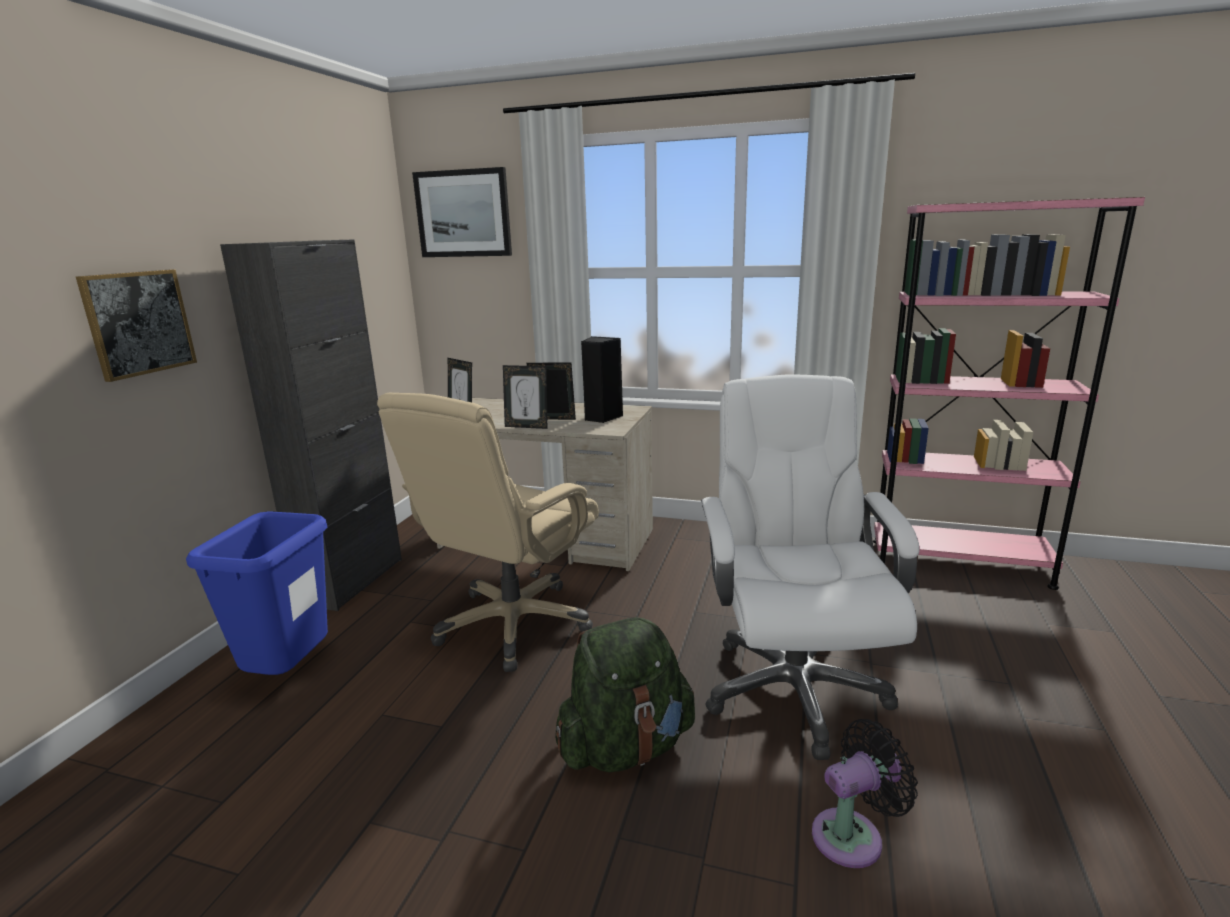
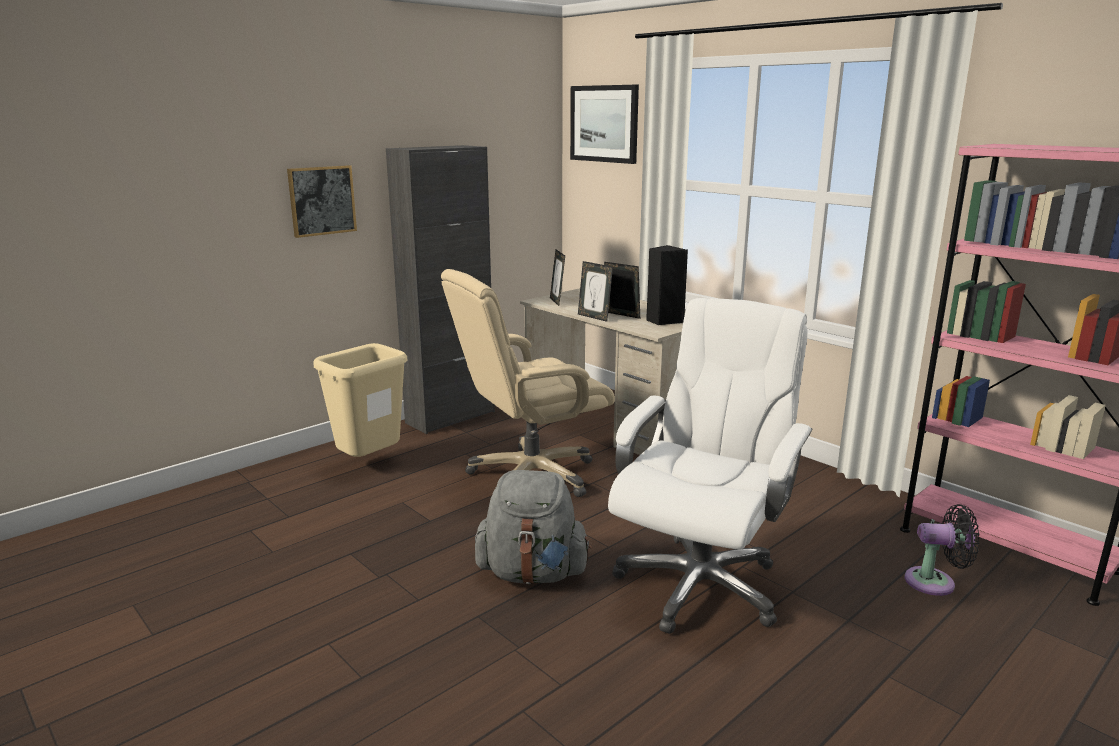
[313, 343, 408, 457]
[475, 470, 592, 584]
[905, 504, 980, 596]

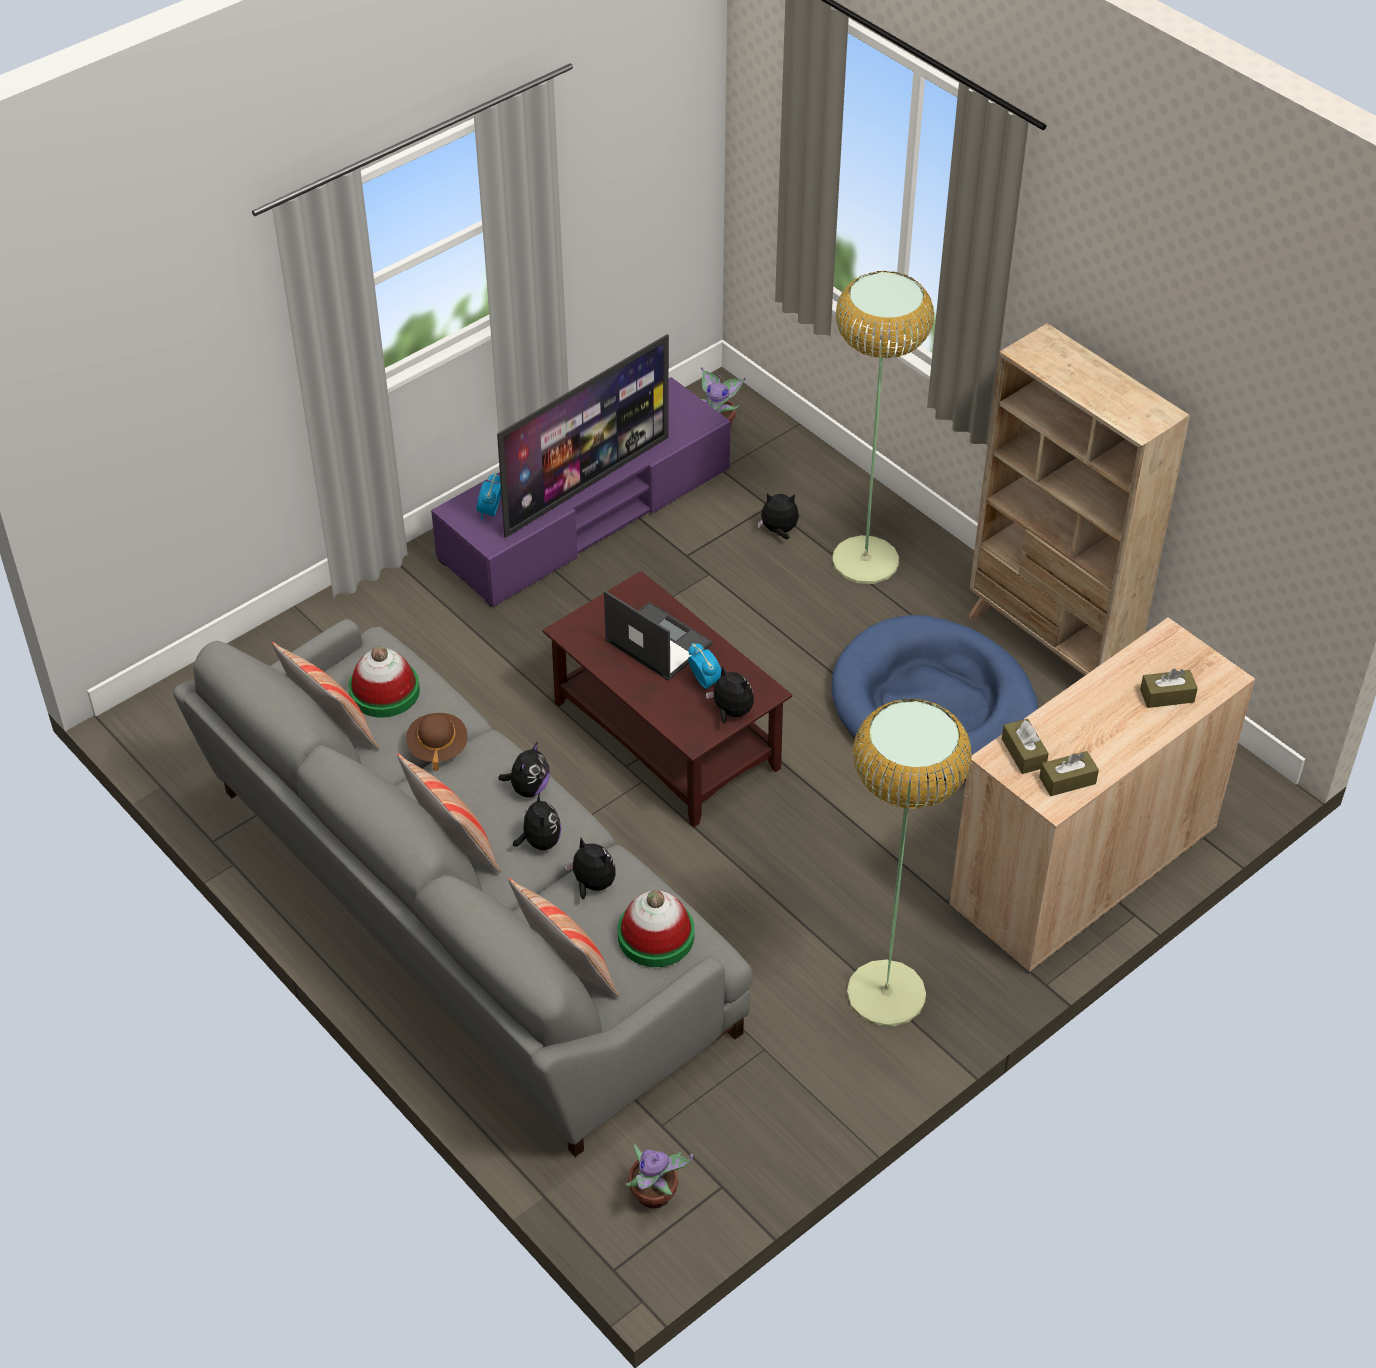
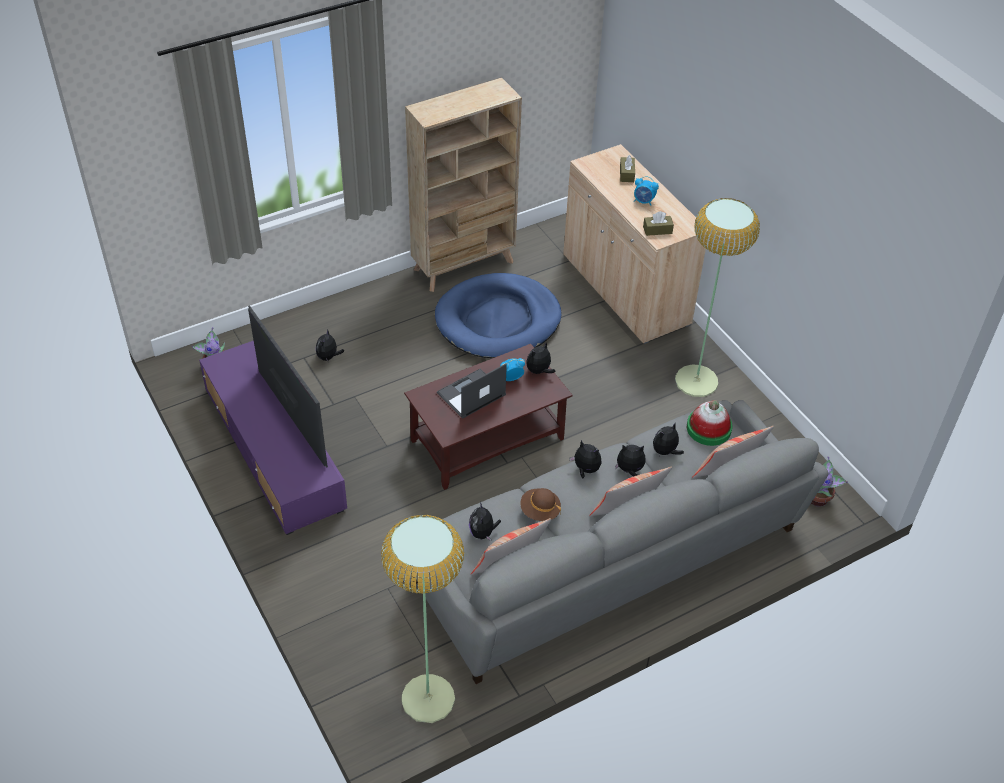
[381, 515, 464, 723]
[469, 502, 501, 541]
[634, 176, 659, 206]
[1039, 751, 1099, 796] (first image)

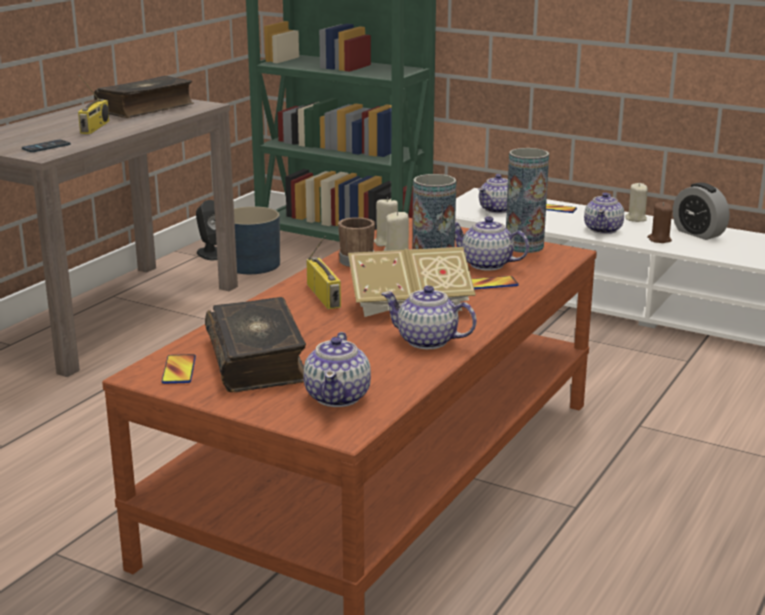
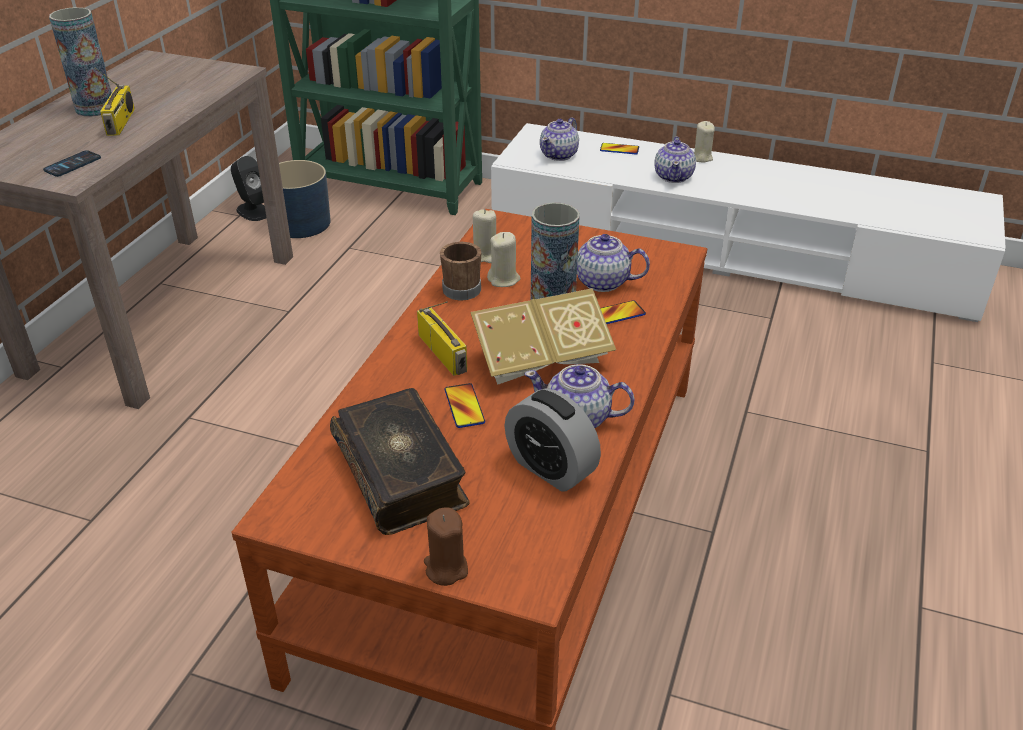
[49, 7, 112, 117]
[424, 508, 468, 586]
[445, 383, 485, 428]
[505, 389, 601, 492]
[94, 76, 194, 118] (first image)
[303, 332, 371, 407] (first image)

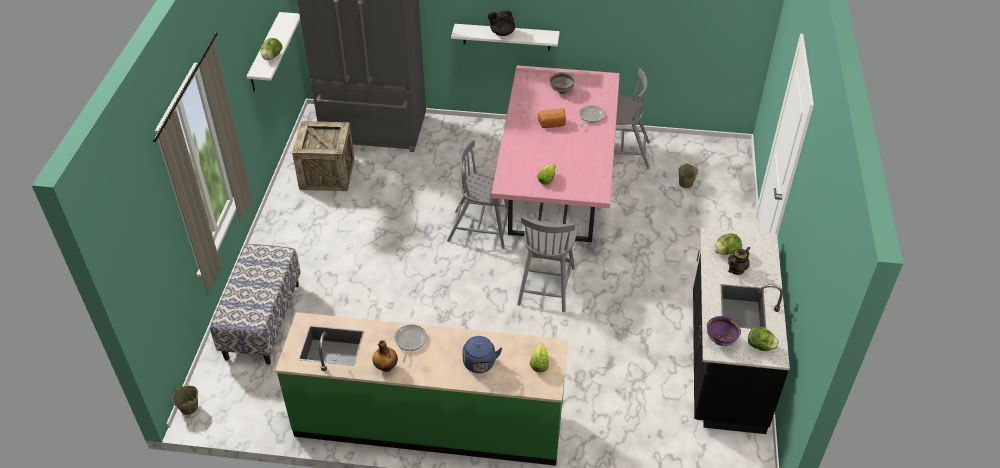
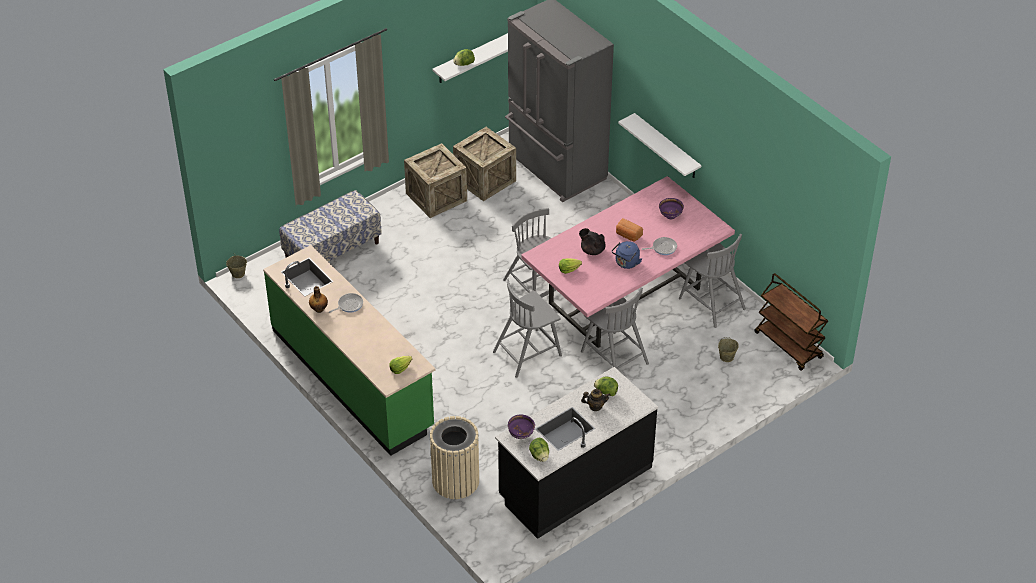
[404, 143, 467, 218]
[430, 416, 479, 499]
[579, 228, 605, 255]
[581, 287, 649, 369]
[612, 241, 642, 269]
[659, 198, 684, 219]
[754, 273, 828, 371]

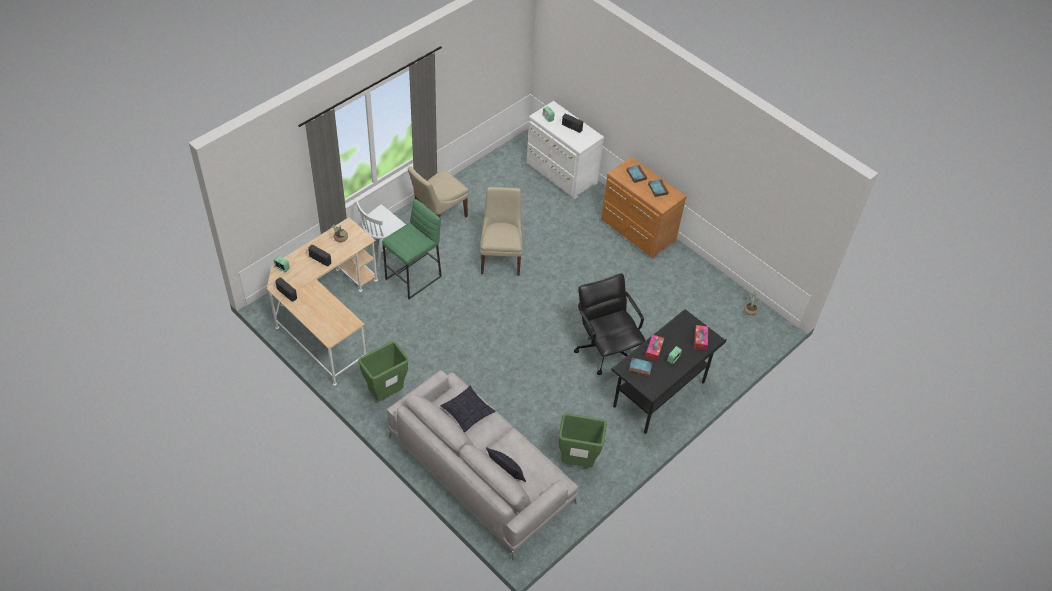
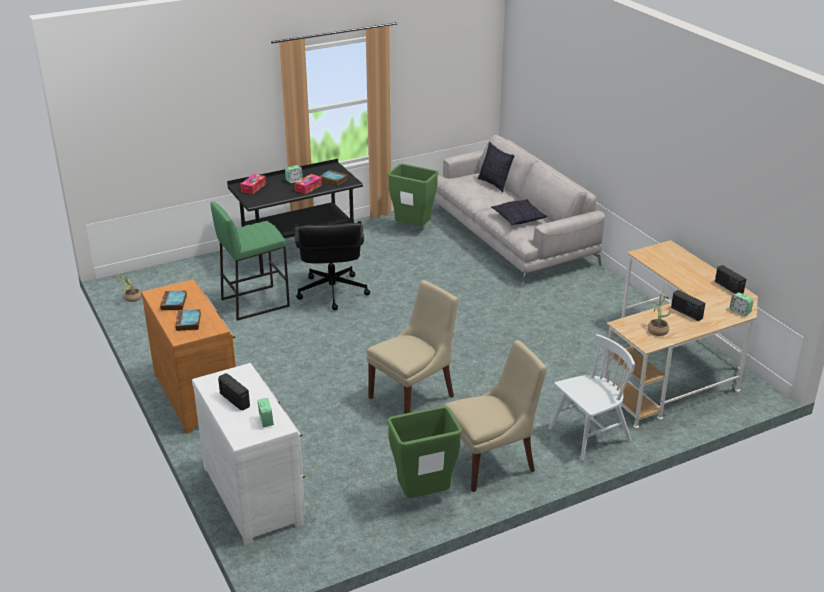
[210, 201, 290, 321]
[367, 280, 458, 414]
[387, 406, 462, 498]

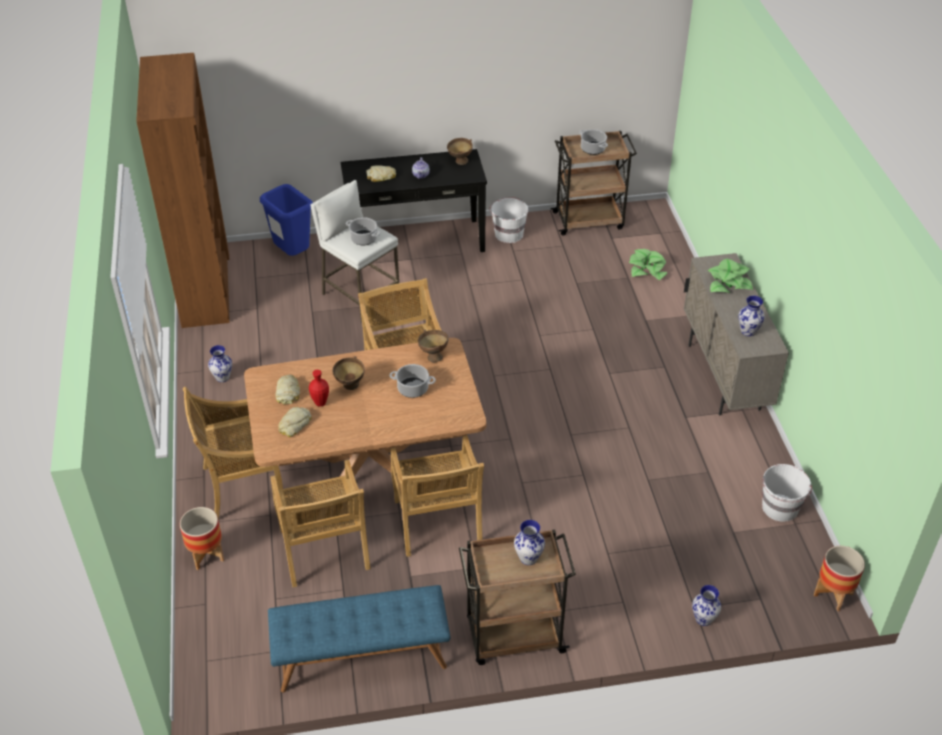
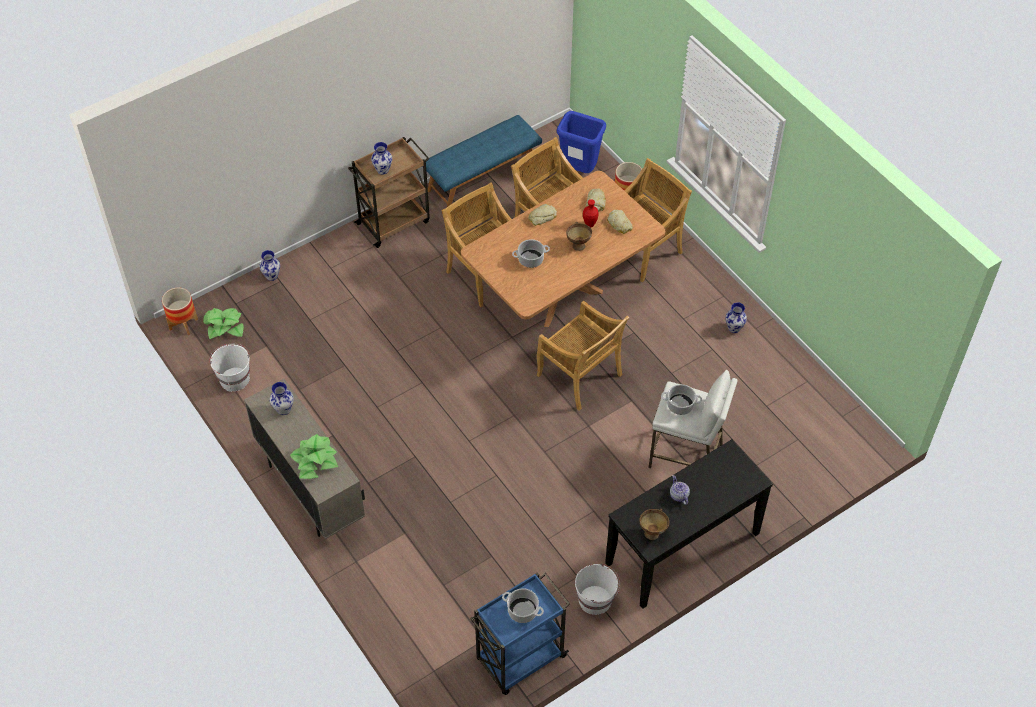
[203, 308, 244, 339]
[470, 573, 570, 695]
[528, 204, 557, 226]
[557, 111, 606, 173]
[136, 53, 230, 328] (first image)
[418, 330, 449, 362] (first image)

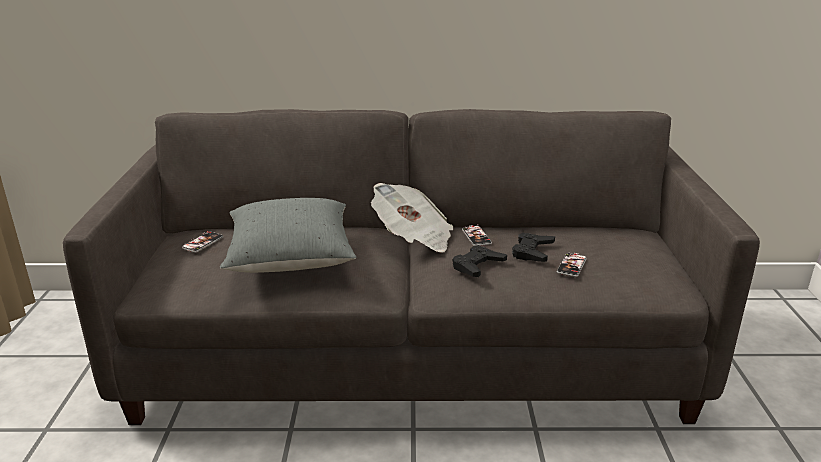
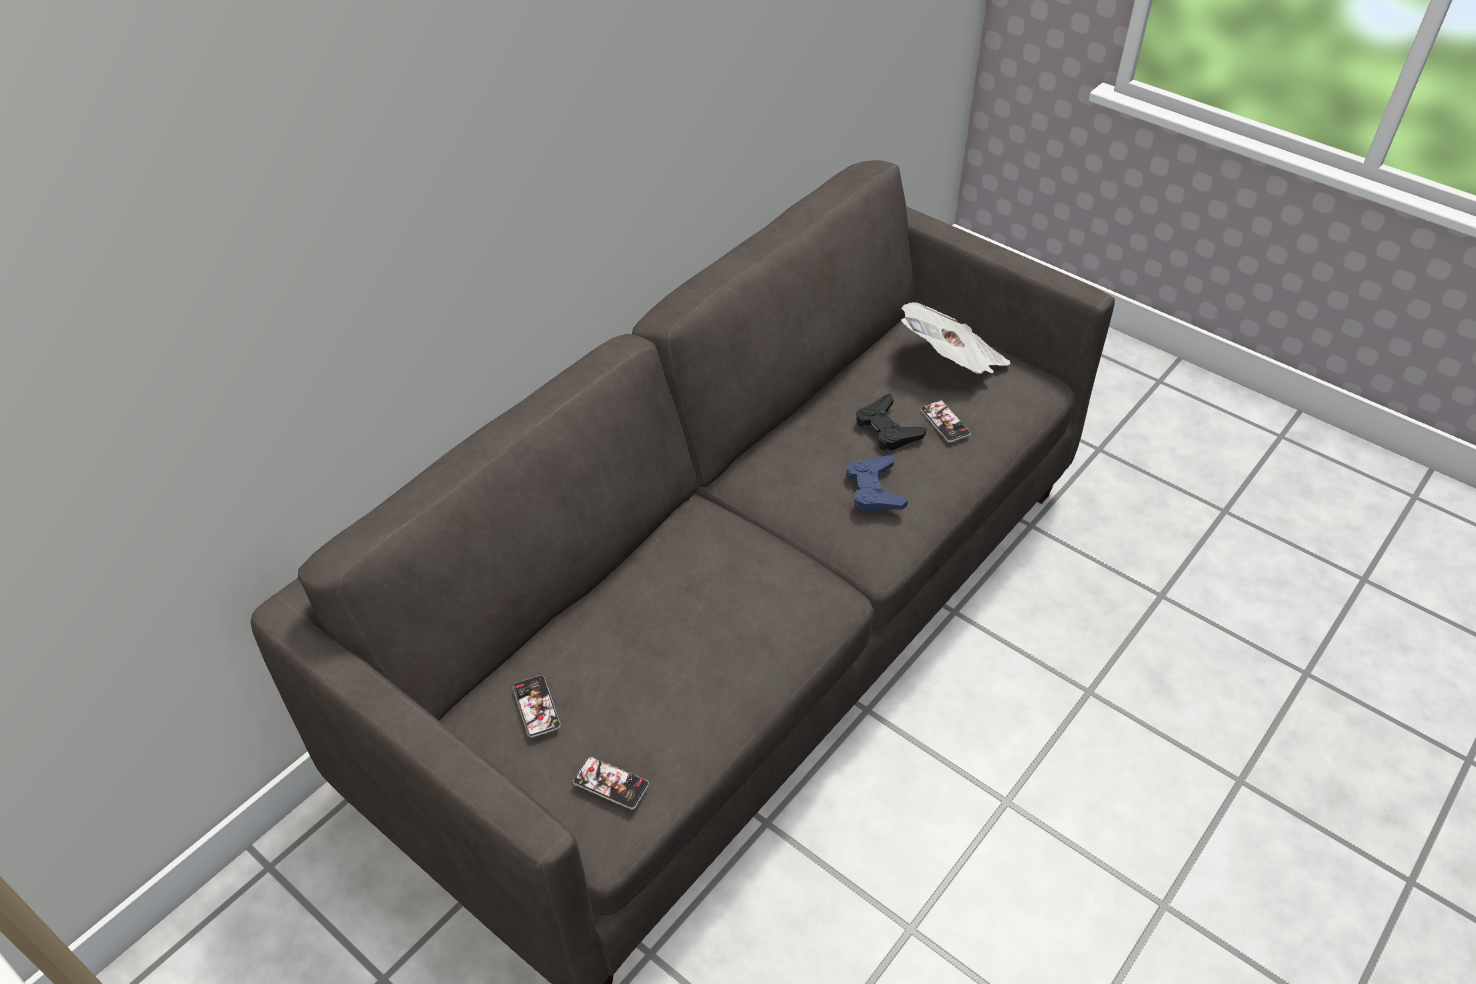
[573, 757, 649, 810]
[846, 455, 908, 512]
[901, 302, 1011, 374]
[220, 198, 357, 273] (first image)

